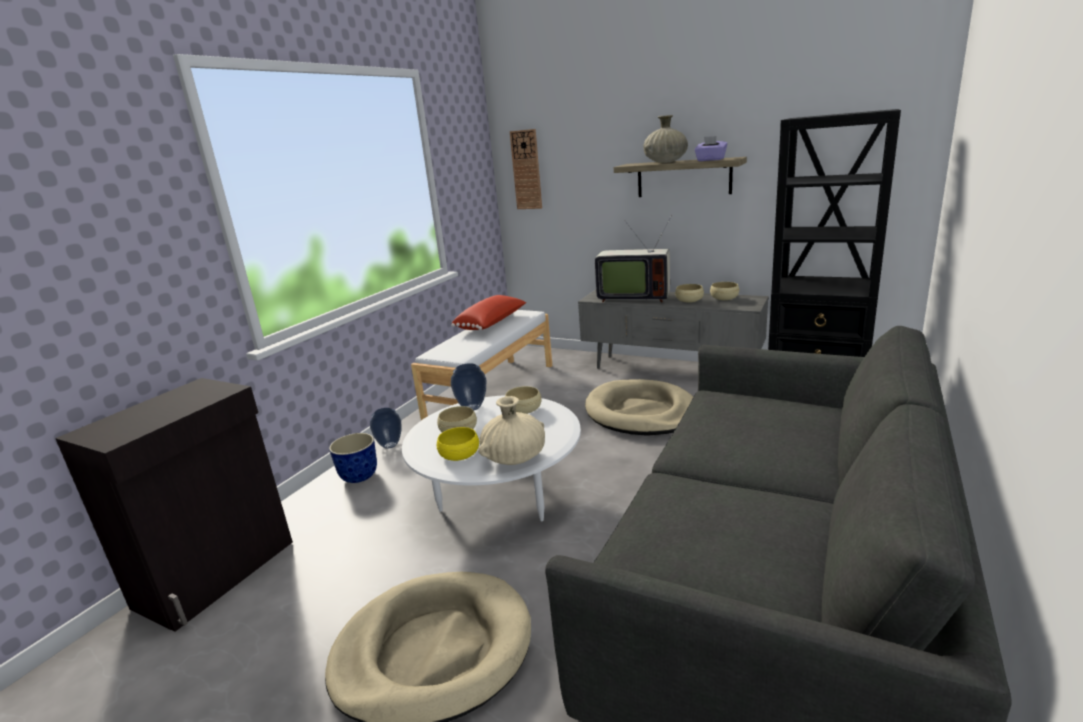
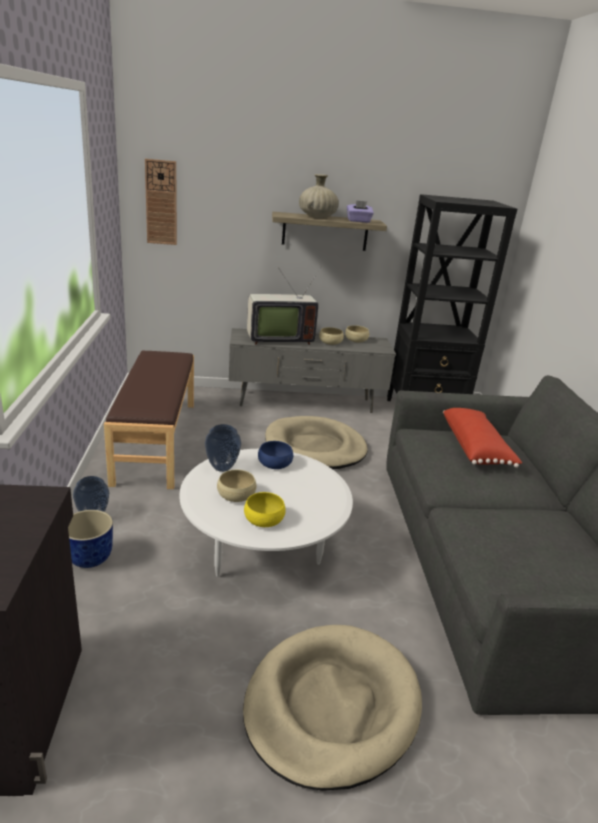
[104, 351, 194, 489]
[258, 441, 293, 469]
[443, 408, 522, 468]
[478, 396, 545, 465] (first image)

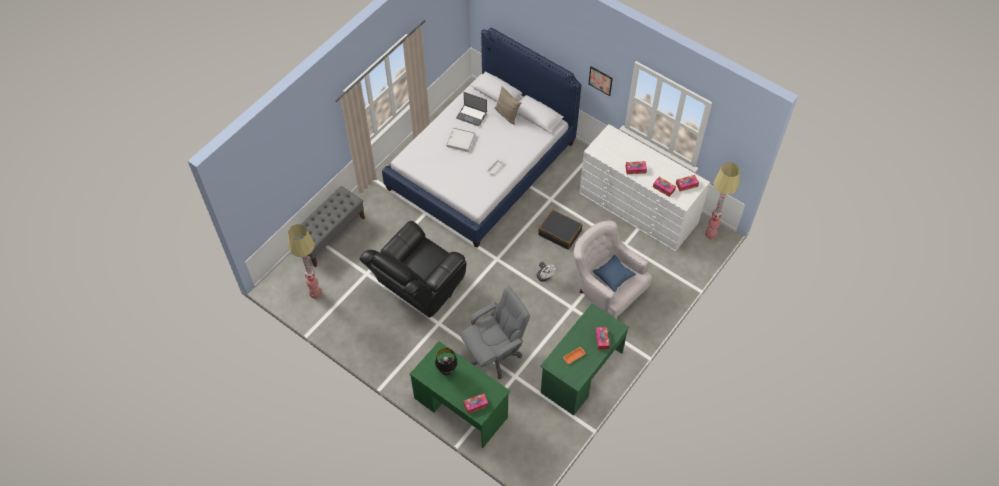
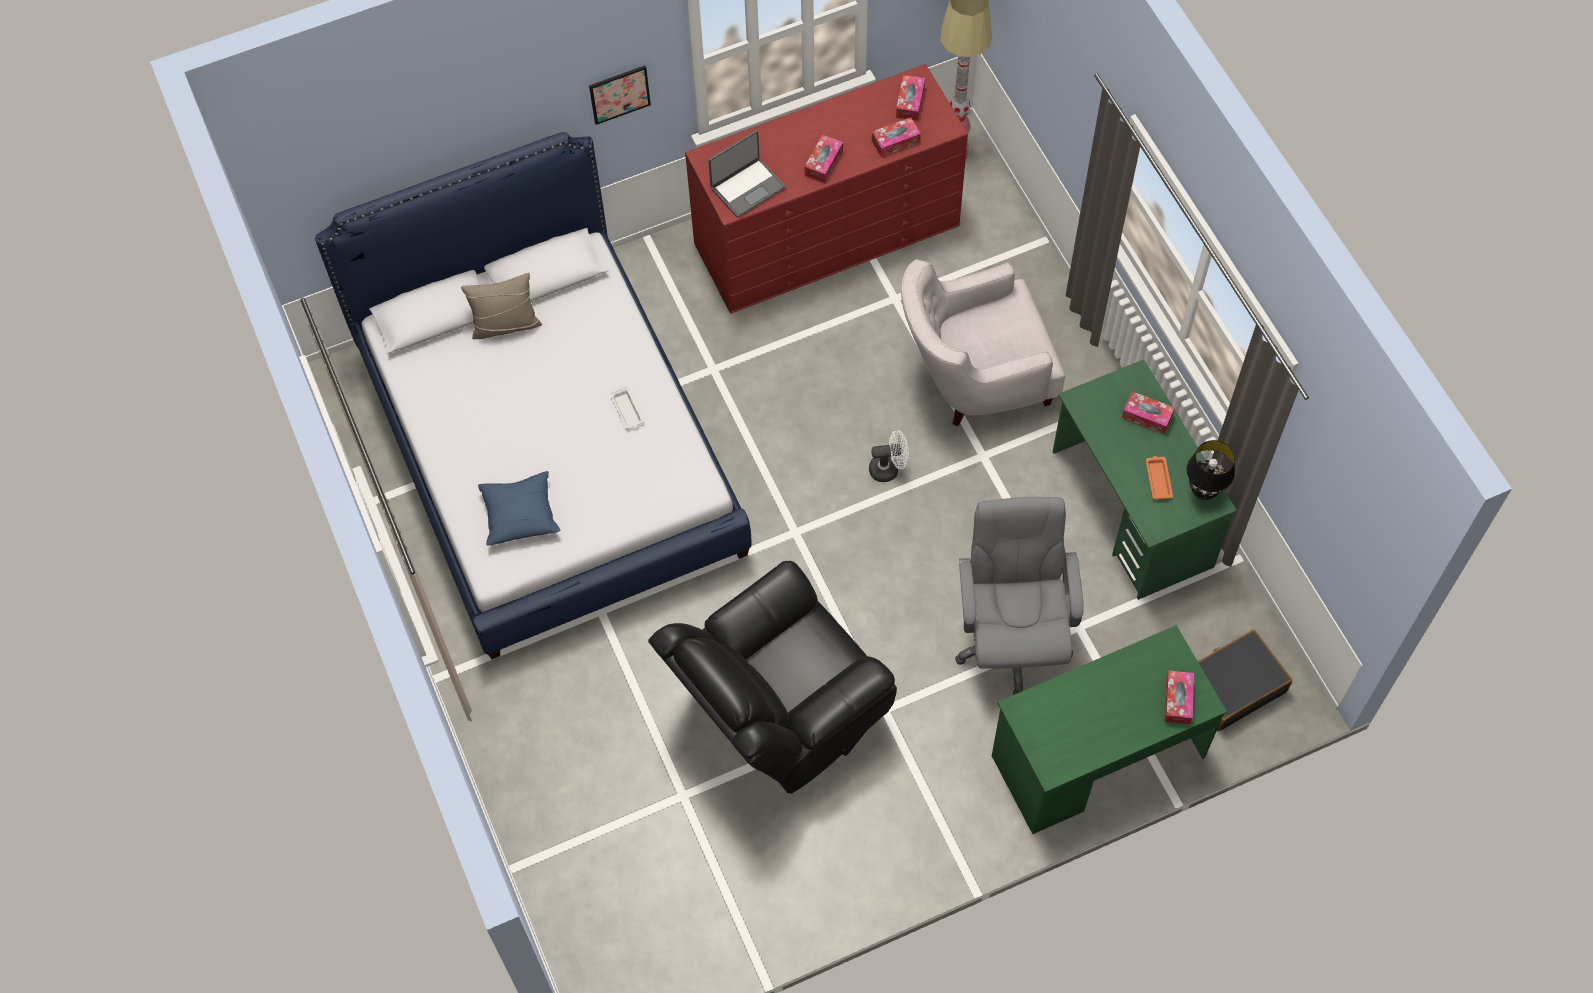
[478, 471, 561, 545]
[648, 561, 897, 794]
[685, 64, 968, 314]
[708, 130, 785, 218]
[1187, 440, 1235, 500]
[1198, 630, 1292, 731]
[288, 224, 322, 299] (first image)
[294, 186, 365, 268] (first image)
[446, 127, 475, 152] (first image)

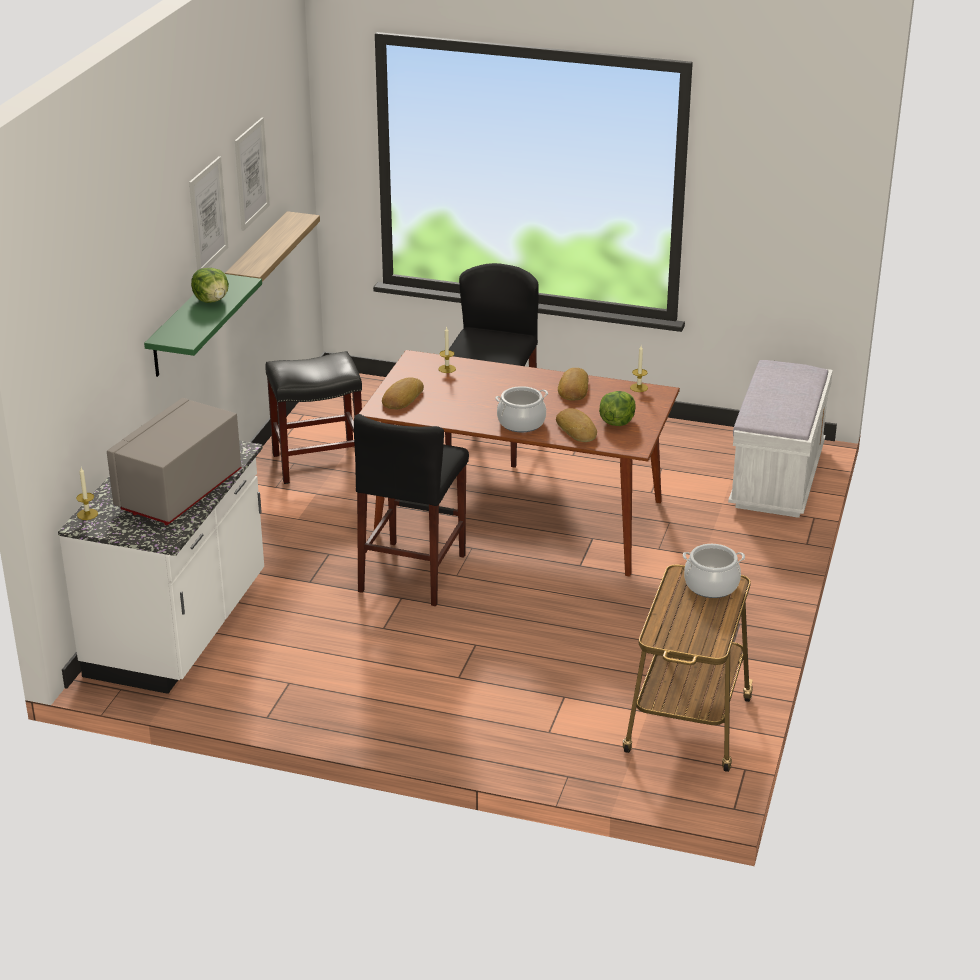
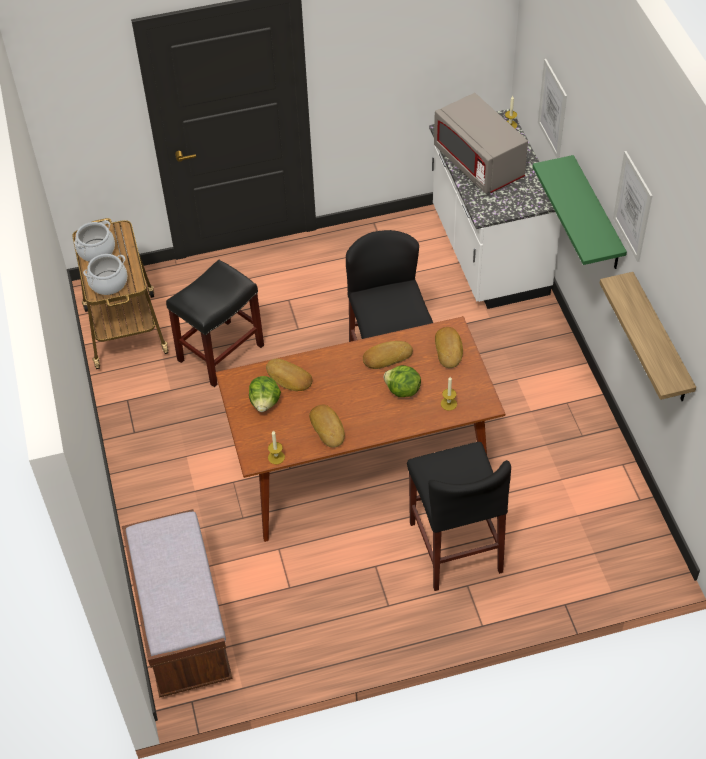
[74, 220, 115, 262]
[122, 509, 233, 698]
[166, 260, 264, 387]
[363, 341, 413, 369]
[383, 365, 421, 397]
[434, 93, 528, 194]
[538, 59, 567, 158]

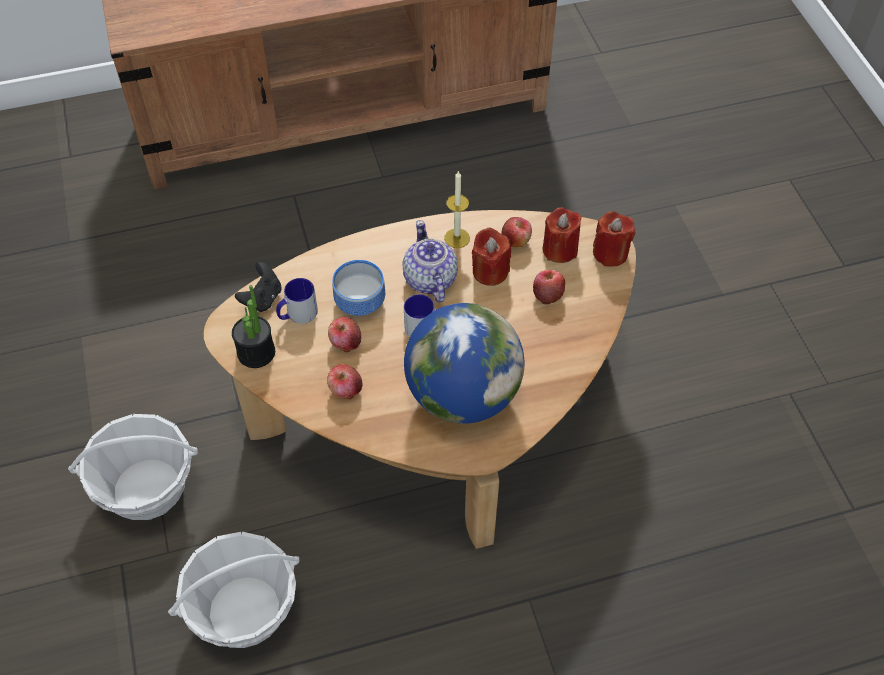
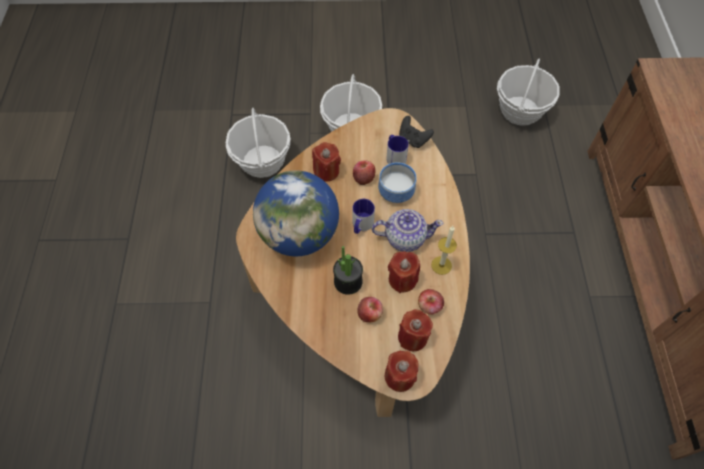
[312, 142, 341, 182]
[333, 246, 363, 295]
[497, 58, 560, 126]

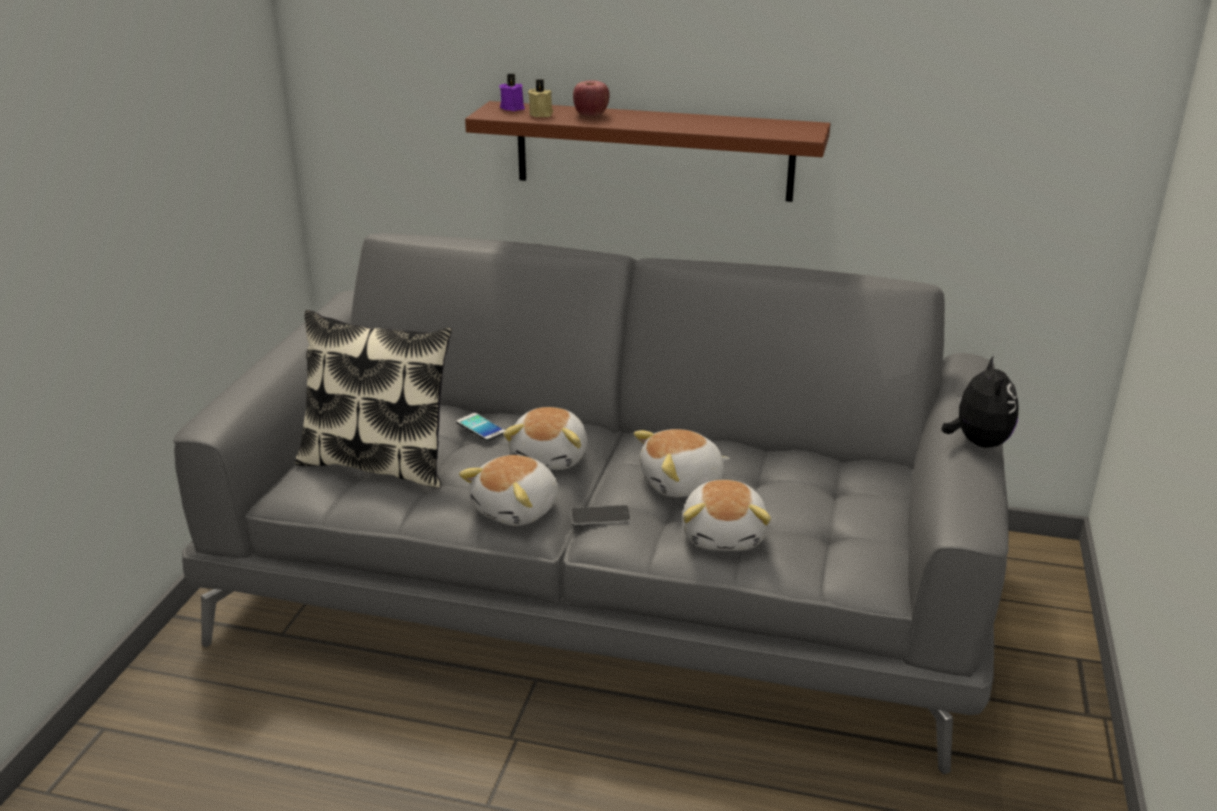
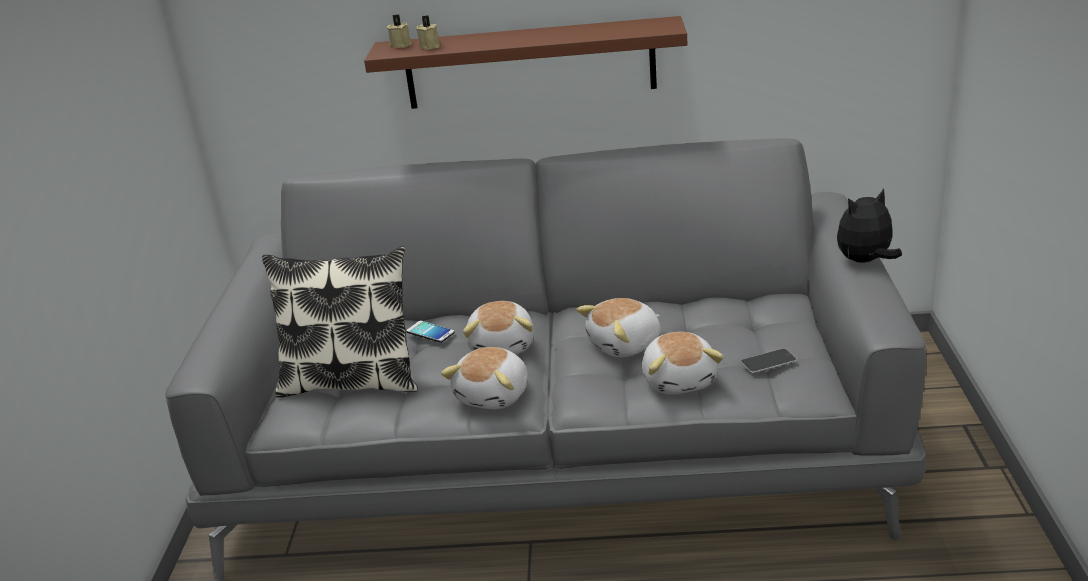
[387, 15, 412, 48]
[740, 348, 797, 373]
[837, 188, 902, 263]
[573, 80, 610, 116] (first image)

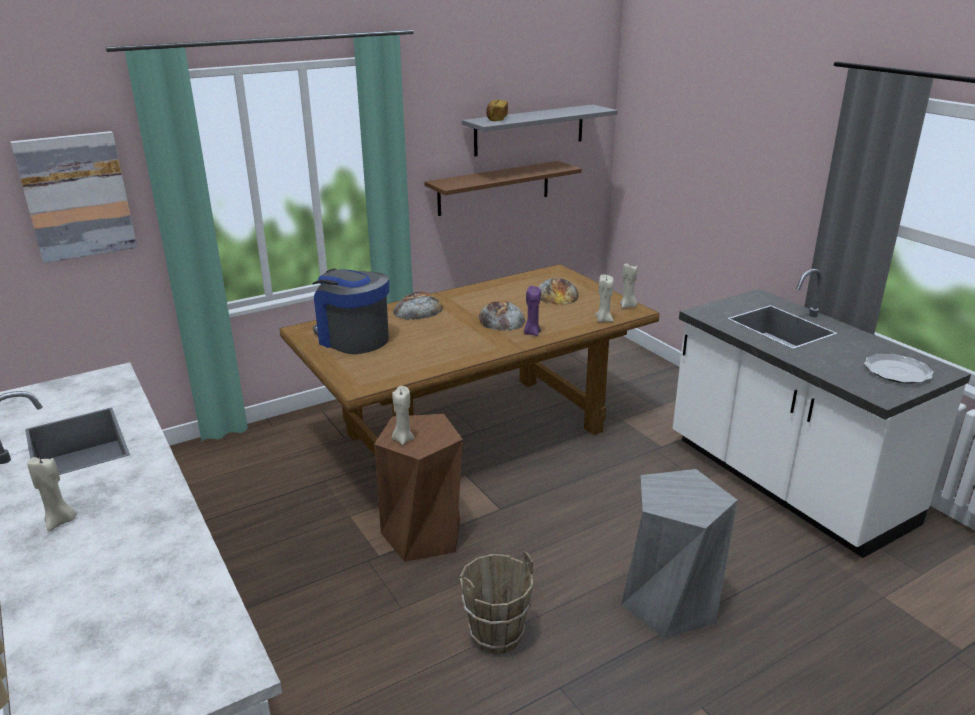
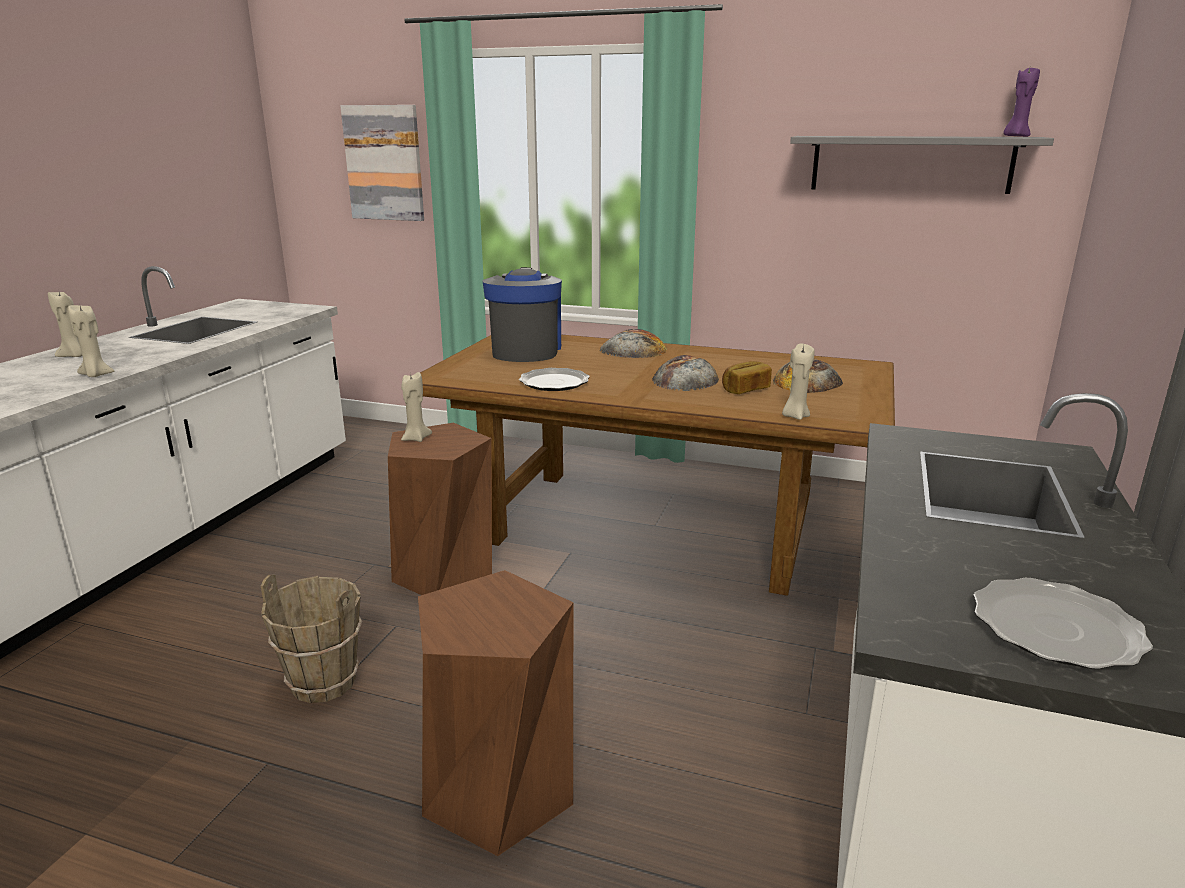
[68, 305, 114, 377]
[418, 570, 573, 856]
[519, 368, 590, 391]
[722, 361, 772, 394]
[1003, 68, 1040, 137]
[424, 161, 582, 216] (first image)

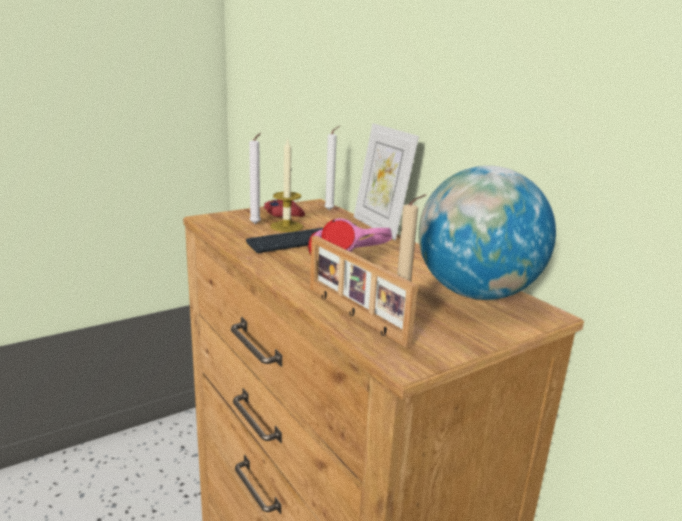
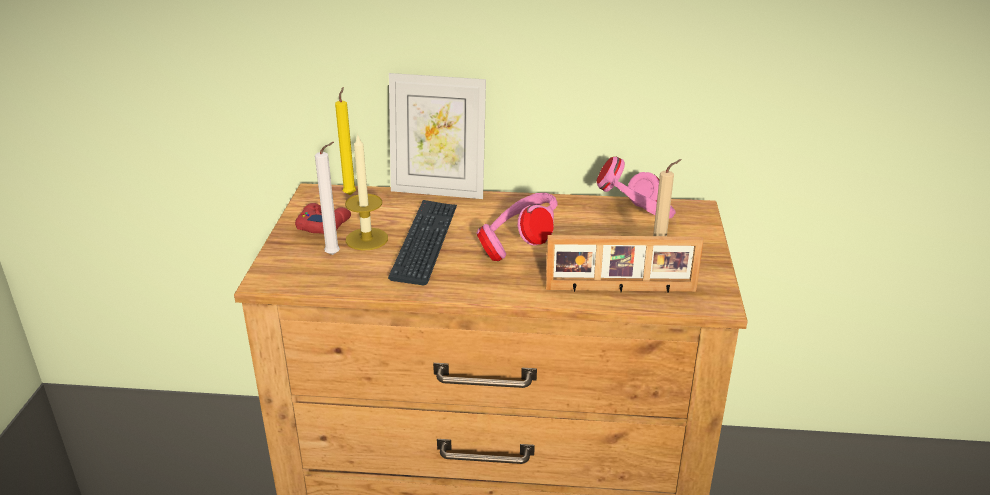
[335, 87, 356, 195]
[597, 156, 676, 219]

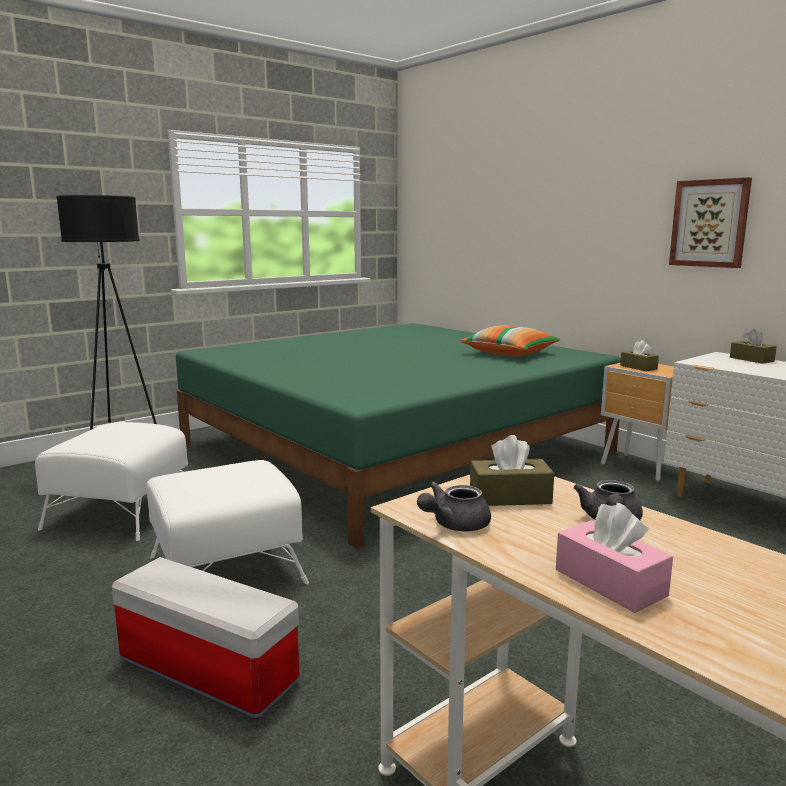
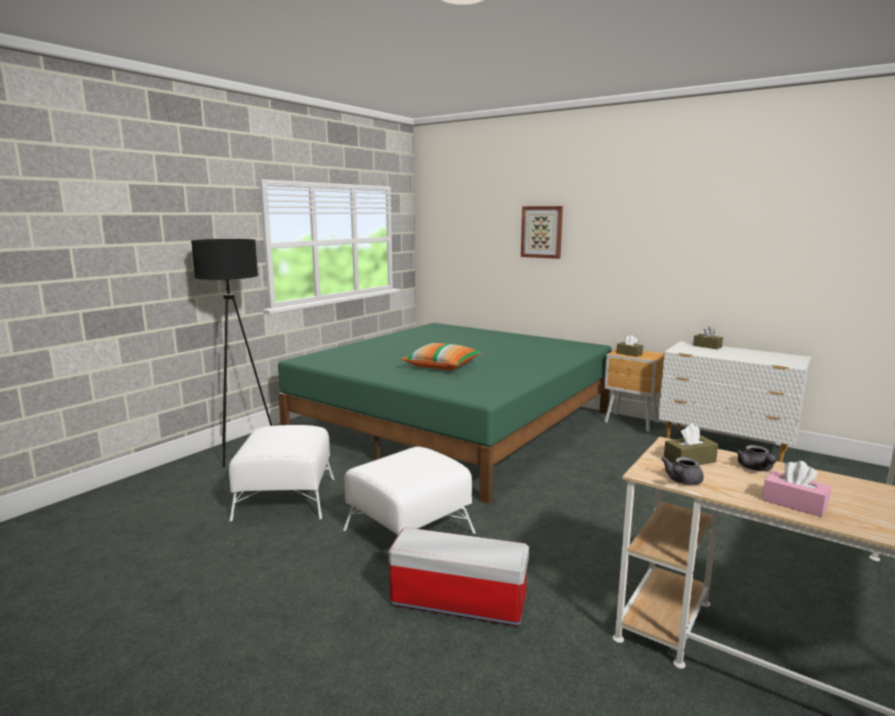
[401, 343, 482, 370]
[521, 206, 563, 259]

